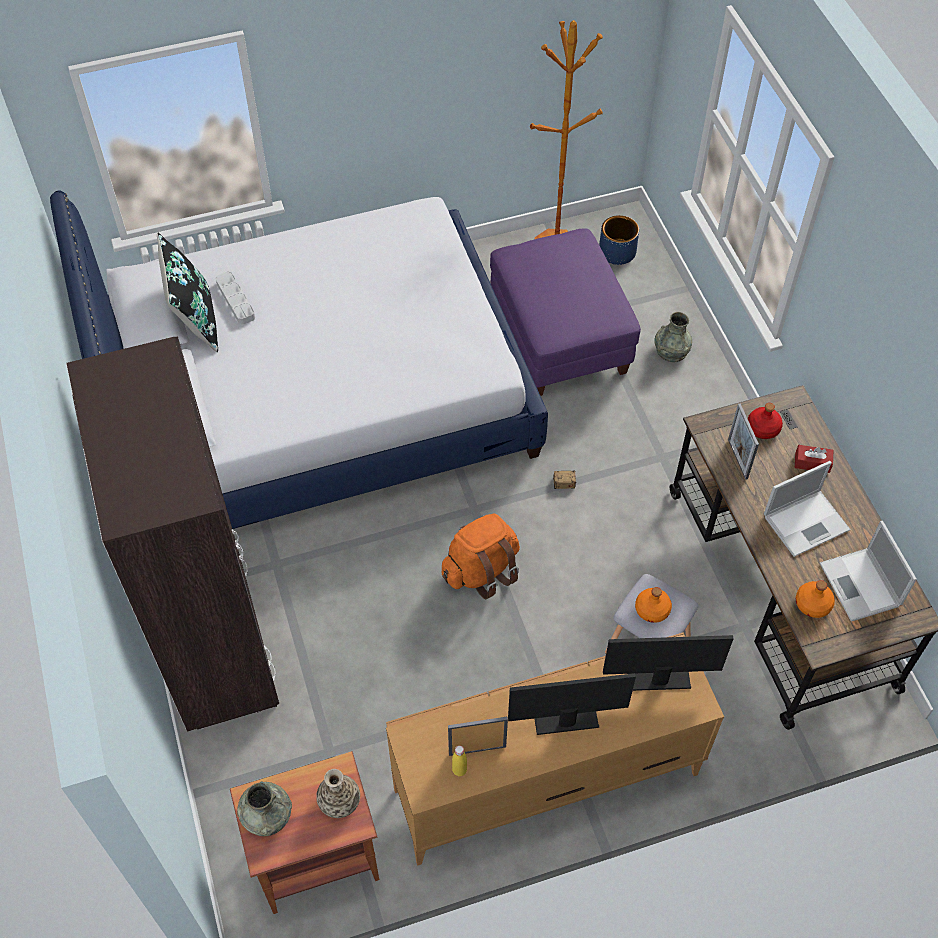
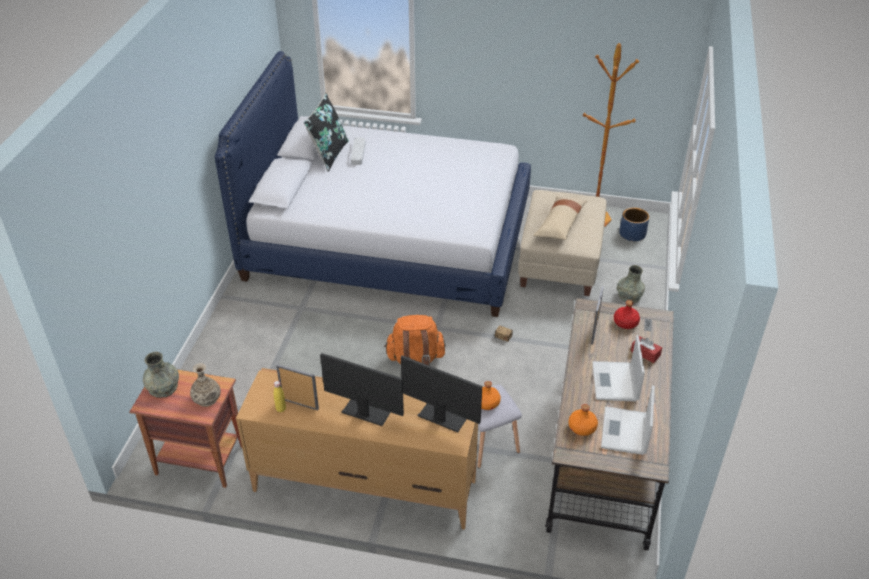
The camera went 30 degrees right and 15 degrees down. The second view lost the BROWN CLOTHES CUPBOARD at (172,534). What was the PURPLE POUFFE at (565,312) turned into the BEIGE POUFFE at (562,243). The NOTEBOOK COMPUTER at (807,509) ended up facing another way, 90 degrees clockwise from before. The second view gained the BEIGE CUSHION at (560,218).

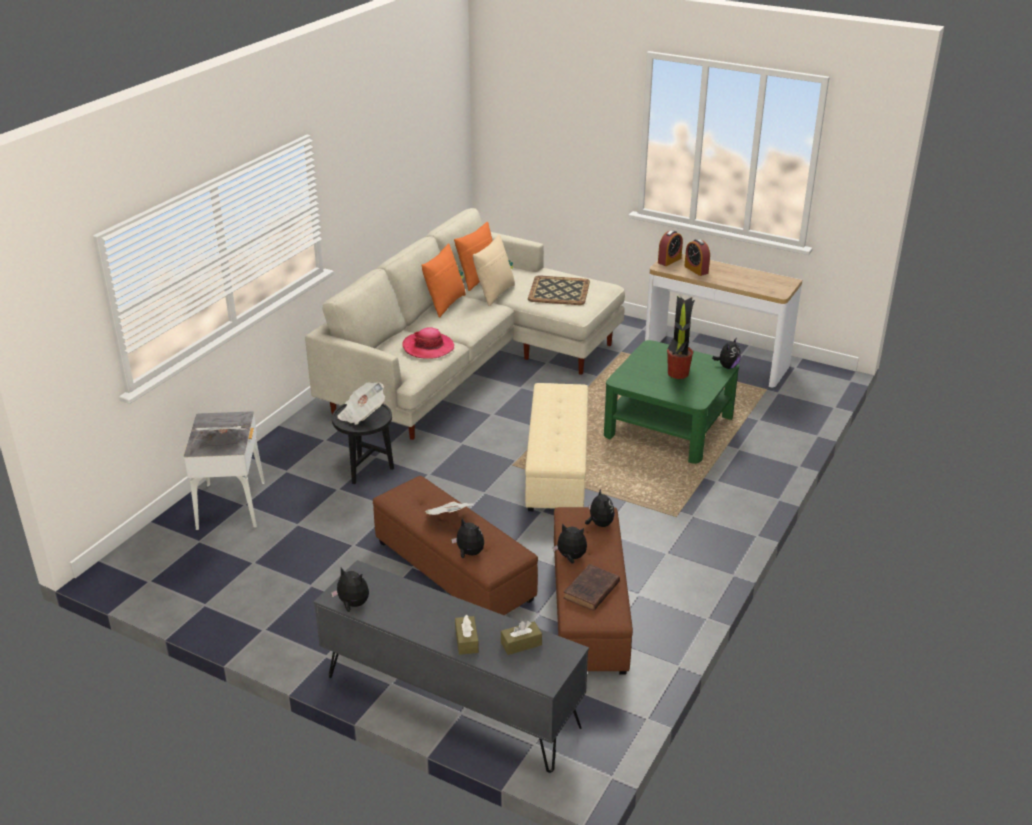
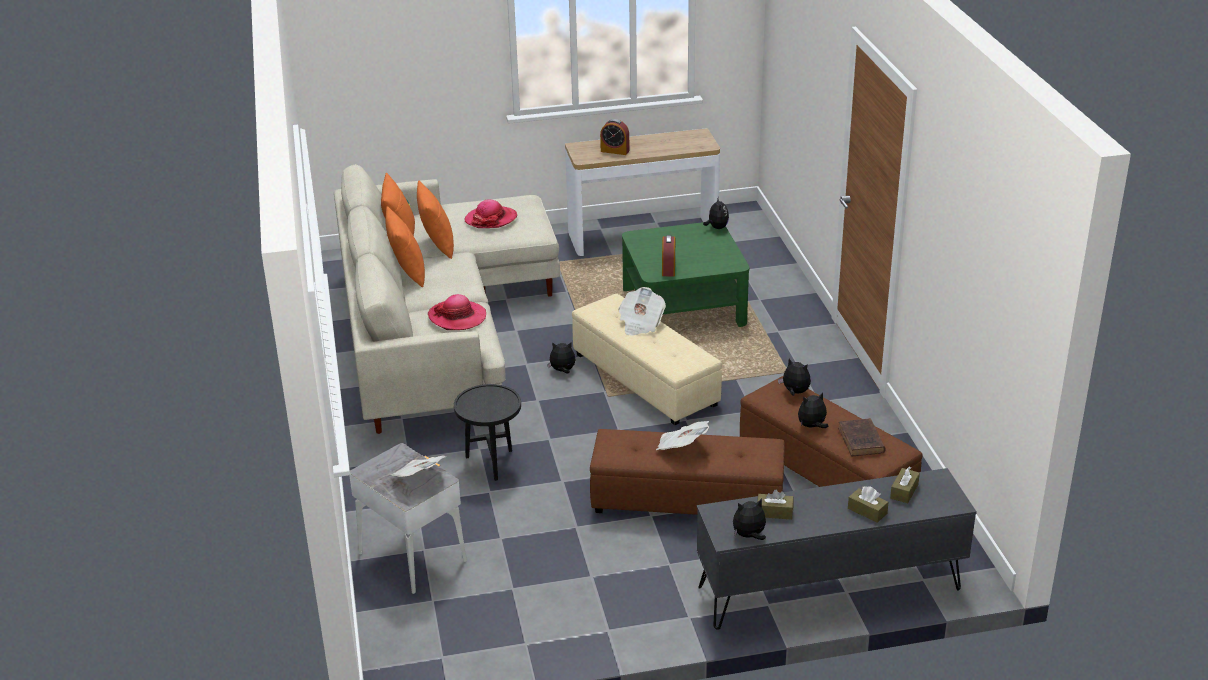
The camera went 40 degrees left and 0 degrees up. The DAILY PAPER ended up elsewhere, having gone from (361,403) to (642,311). The SOFT TOY ended up elsewhere, having gone from (467,538) to (561,358). What was the BEIGE CUSHION at (494,270) turned into the ORANGE-COLOURED CUSHION at (435,220). Where the SERVING TRAY stood at (559,290), the CLOTHING HAT came to stand at (490,213). The ALARM CLOCK ended up elsewhere, having gone from (670,248) to (668,255). The second view lost the POTTED PLANT at (681,337). The second view gained the BROWN TISSUE BOX at (775,505).

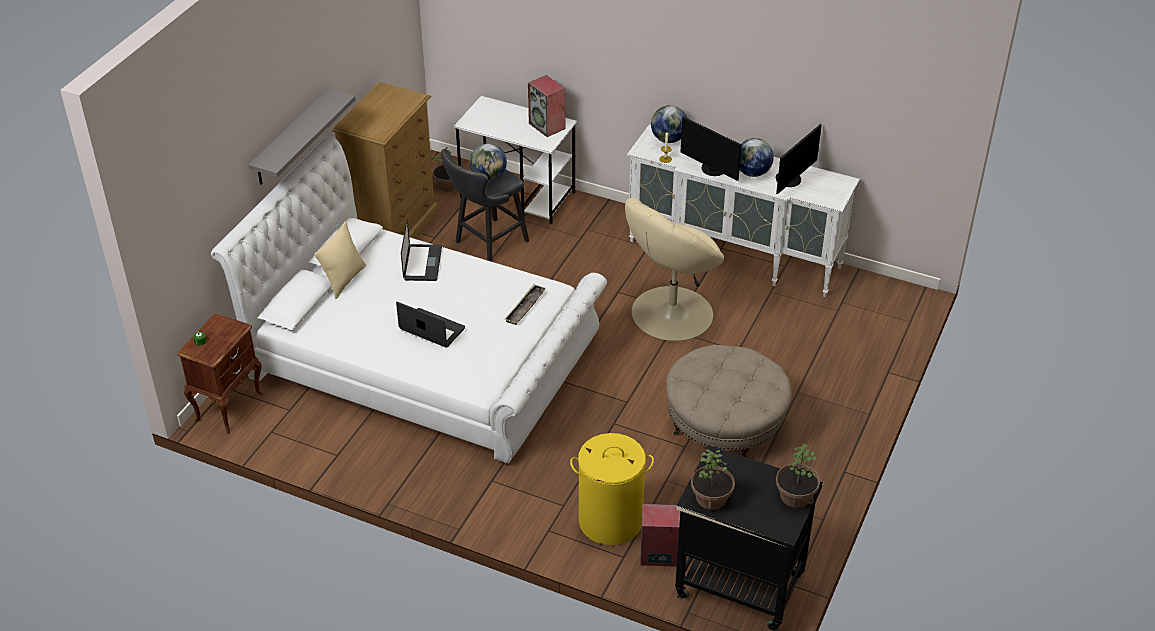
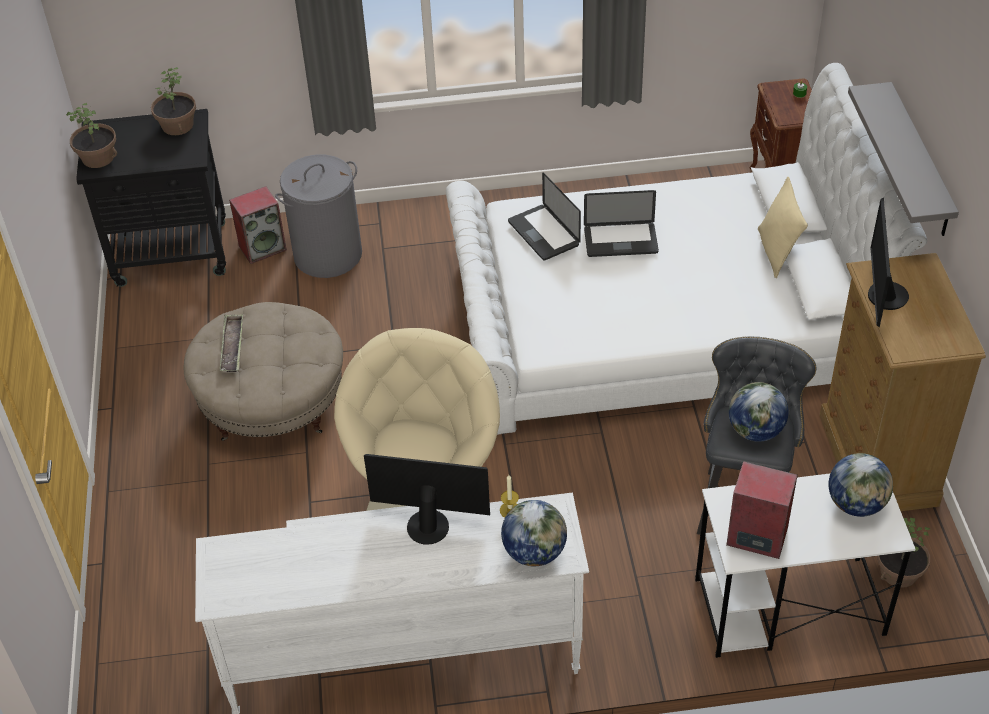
The camera went 150 degrees right and 5 degrees up. The NOTEBOOK COMPUTER ended up elsewhere, having gone from (421,250) to (544,217). The SERVING TRAY ended up elsewhere, having gone from (525,305) to (231,343). What was the YELLOW WASHING BASKET at (612,489) turned into the GREY WASHING BASKET at (318,216). The DESK GLOBE ended up elsewhere, having gone from (756,157) to (861,485). The COMPUTER DISPLAY ended up elsewhere, having gone from (799,159) to (888,262).

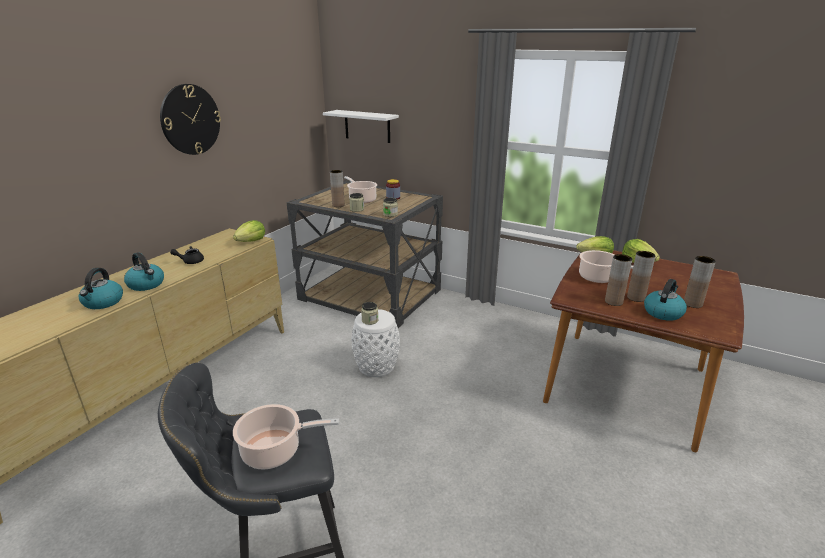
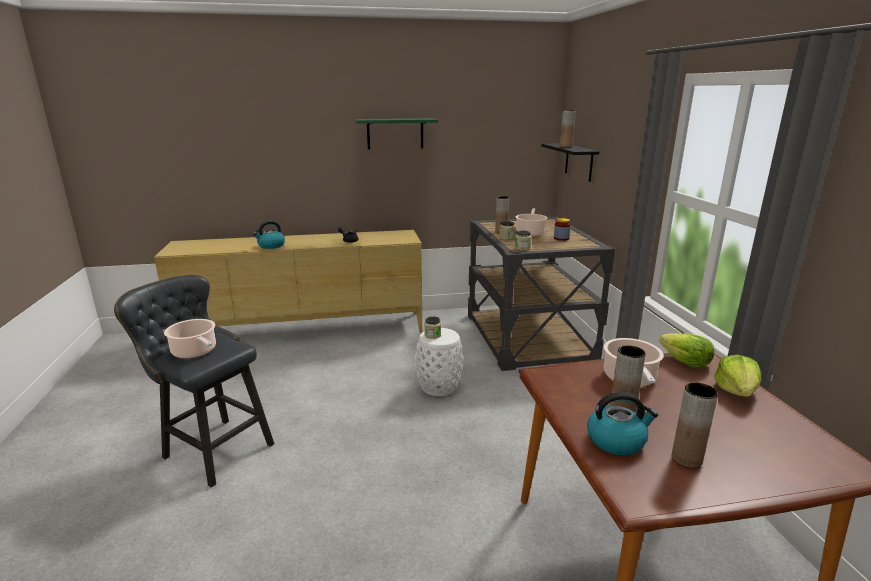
The camera went 50 degrees right and 5 degrees down. The second view lost the TEA KETTLE at (144,271). Where the CLOCK ON THE WALL hung at (190,119), the GREENISH SHELF came to hang at (396,133). The second view lost the LETTUCE HEAD at (249,231). What was the WHITE SHELF at (361,126) turned into the BLACKISH SHELF at (570,162). The BROWN VASE ended up elsewhere, having gone from (618,280) to (568,129).

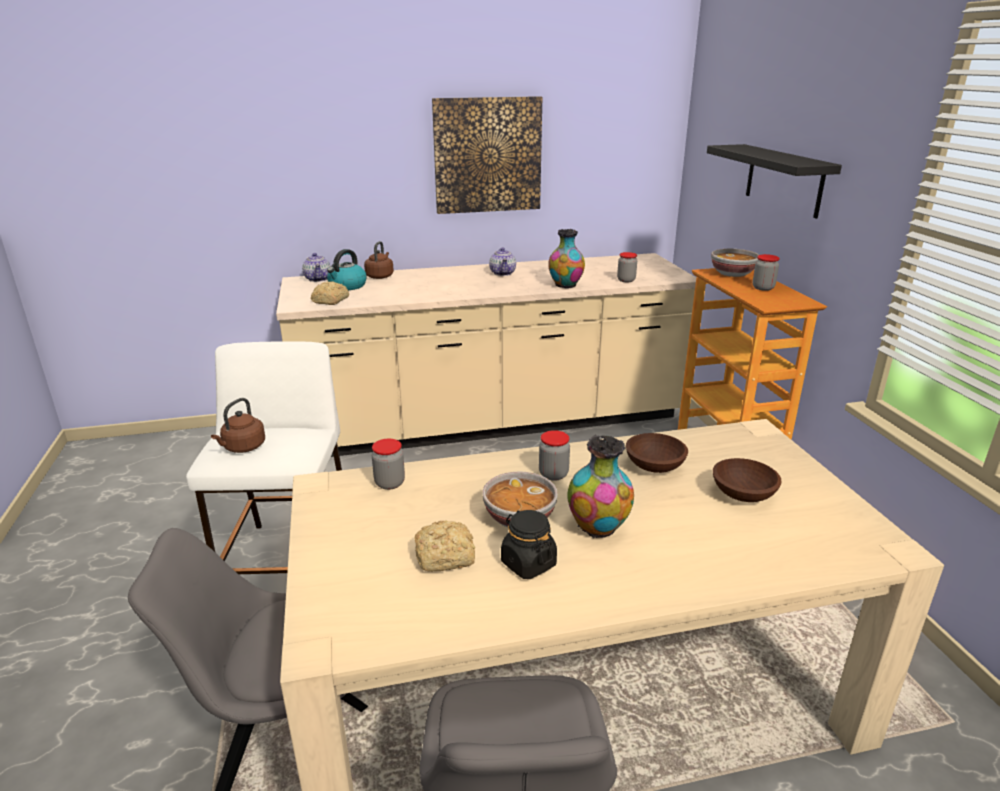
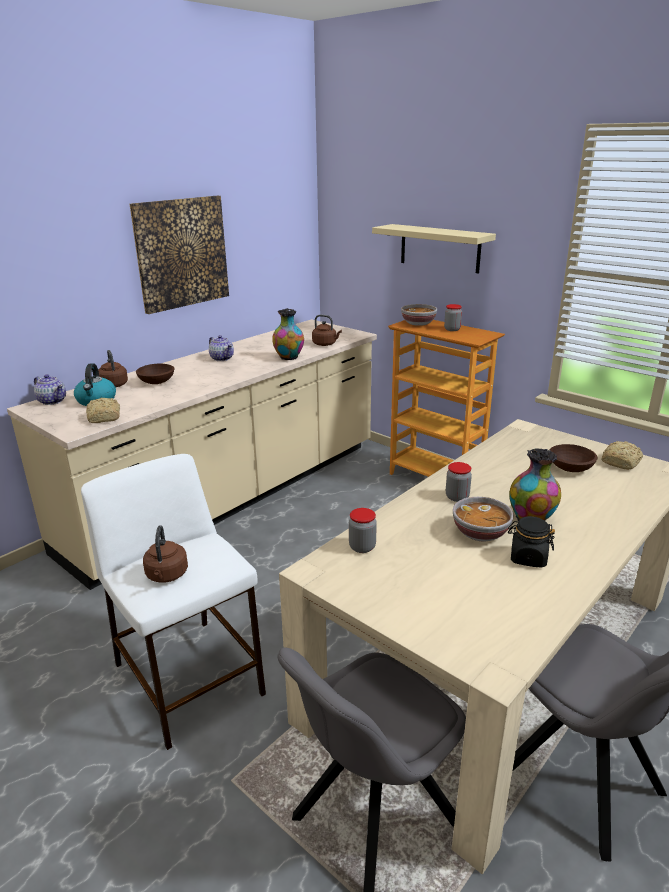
The camera went 35 degrees left and 0 degrees up. The BREAD ended up elsewhere, having gone from (445,546) to (622,455). Where the PRESERVE JAR stood at (627,267), the BROWN TEA KETTLE came to stand at (327,330). The BROWN SERVING BOWL ended up elsewhere, having gone from (657,453) to (155,374). What was the BLACKISH SHELF at (774,181) turned into the BEIGE SHELF at (434,249).

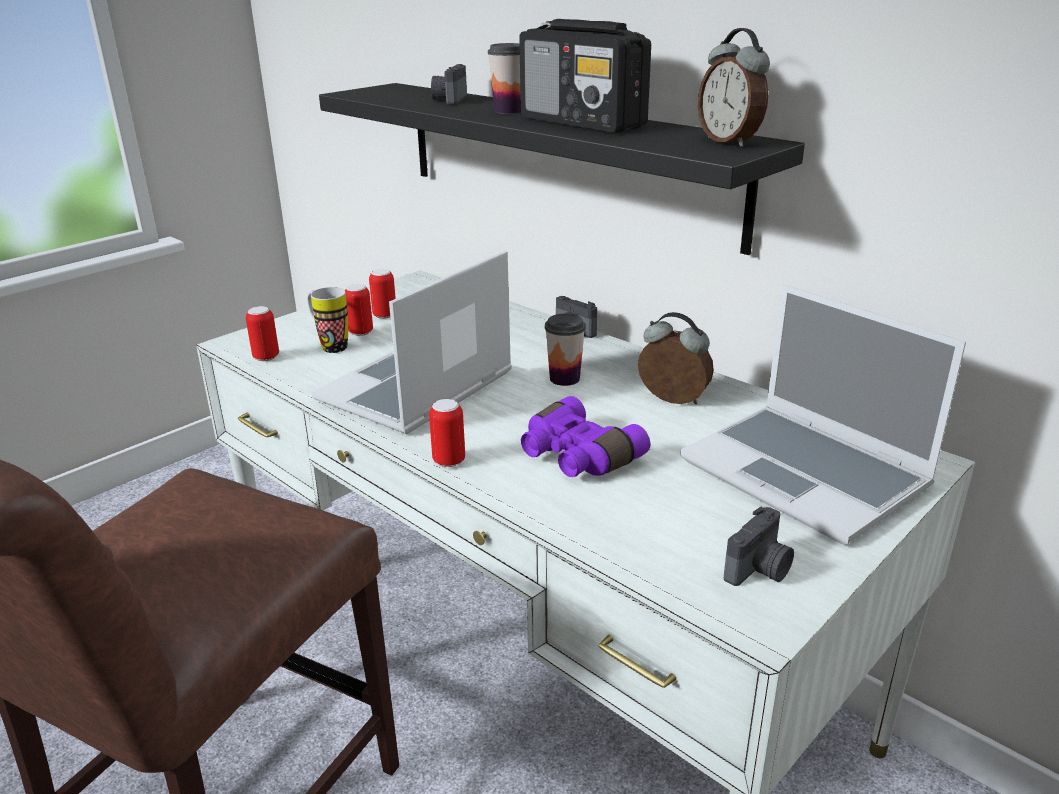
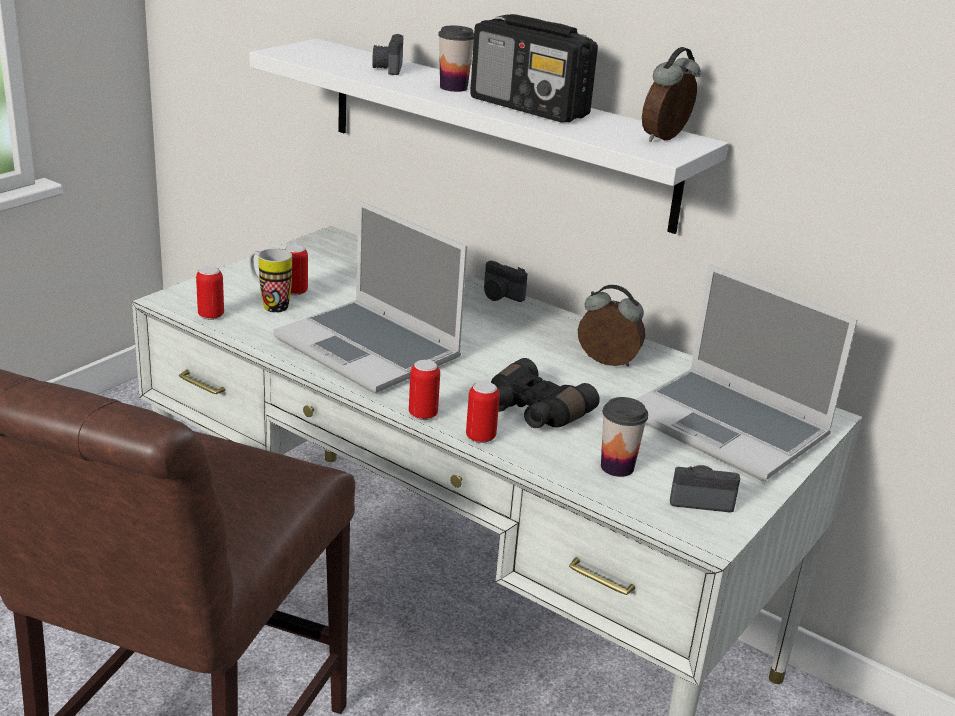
The camera went 10 degrees left and 0 degrees up. The NOTEBOOK COMPUTER at (412,342) ended up facing another way, 75 degrees counterclockwise from before. What was the BLACKISH SHELF at (562,169) turned into the WHITE SHELF at (488,136). The SEALED CAN ended up elsewhere, having gone from (382,294) to (483,412). What was the PURPLE FIELD GLASSES at (585,436) turned into the BLACKISH FIELD GLASSES at (545,393). The DRINKING CUP ended up elsewhere, having gone from (565,350) to (624,437). The ALARM CLOCK at (734,87) ended up facing another way, 75 degrees clockwise from before. The STILL CAMERA at (759,546) ended up facing another way, 120 degrees counterclockwise from before.

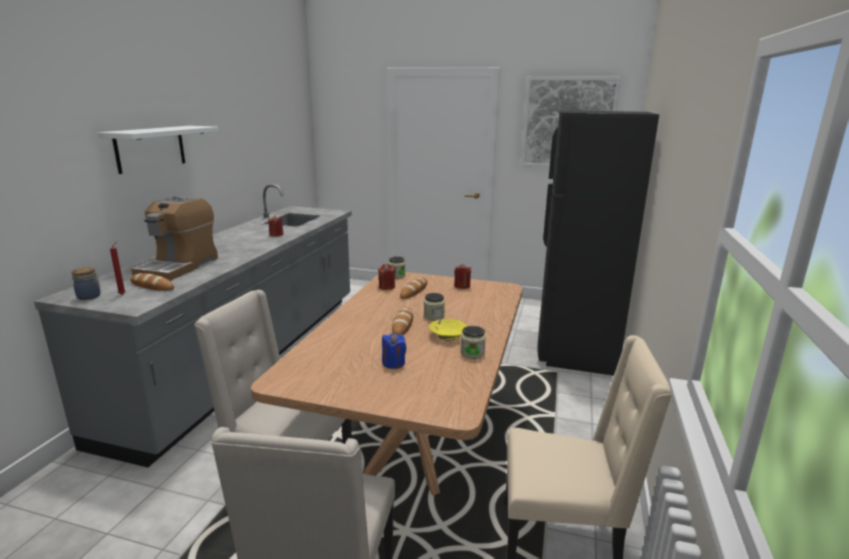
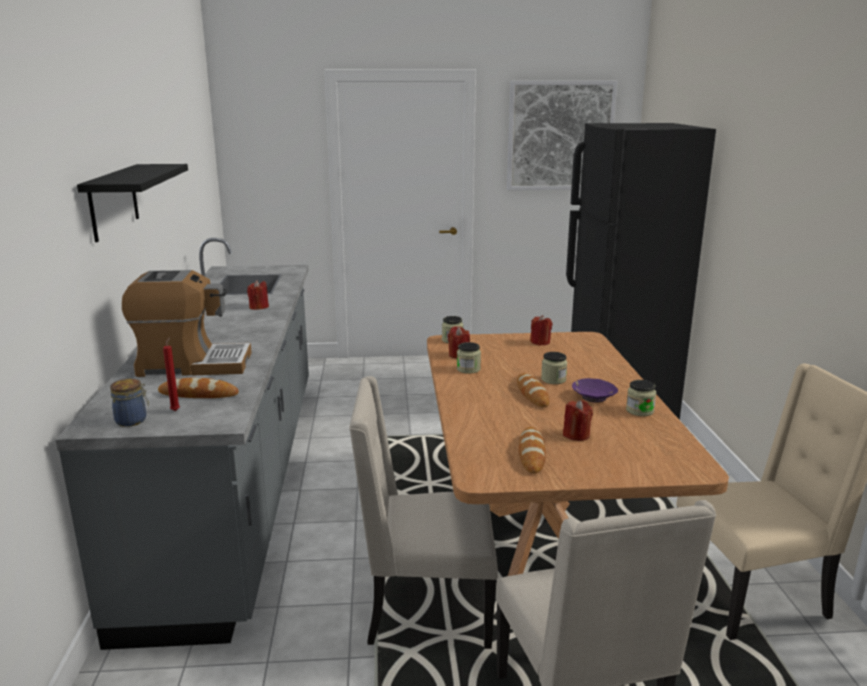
The camera went 20 degrees left and 0 degrees up. What was the WHITE SHELF at (158,150) turned into the BLACKISH SHELF at (132,203). The COFFEE BREWER at (174,238) ended up facing another way, 90 degrees counterclockwise from before. What was the BLUE WAX CANDLE at (394,351) turned into the RED WAX CANDLE at (578,420). The BREAD ended up elsewhere, having gone from (413,288) to (532,450). What was the YELLOW SERVING BOWL at (448,330) turned into the PURPLE SERVING BOWL at (595,390). The second view gained the PRESERVE JAR at (469,358).

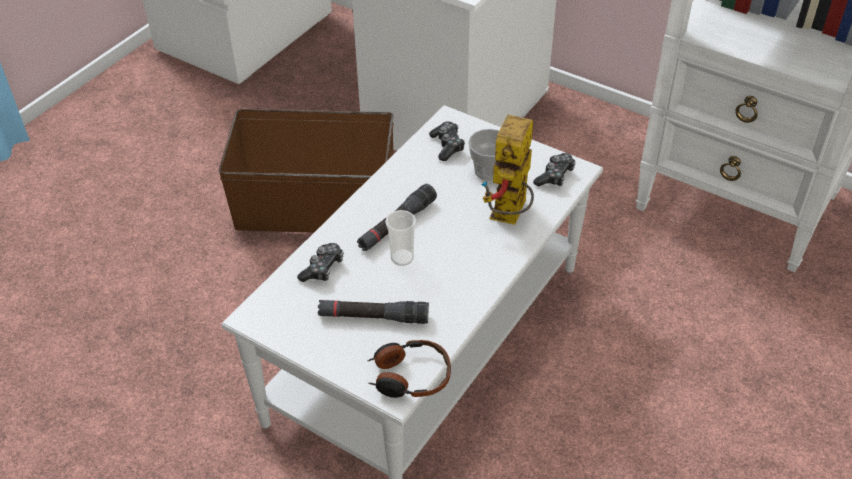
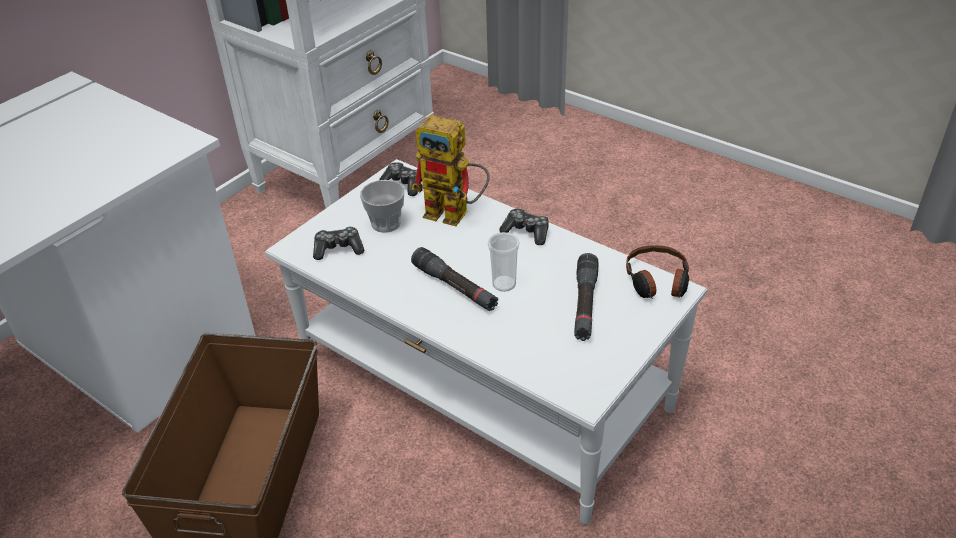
The camera went 85 degrees left and 5 degrees down. The GAMEPAD ended up elsewhere, having gone from (320,262) to (524,226).

